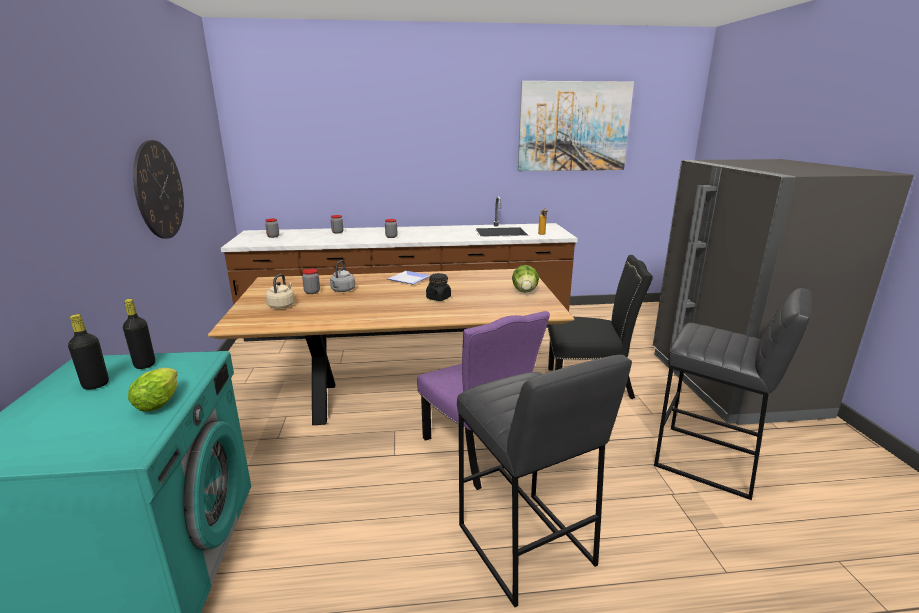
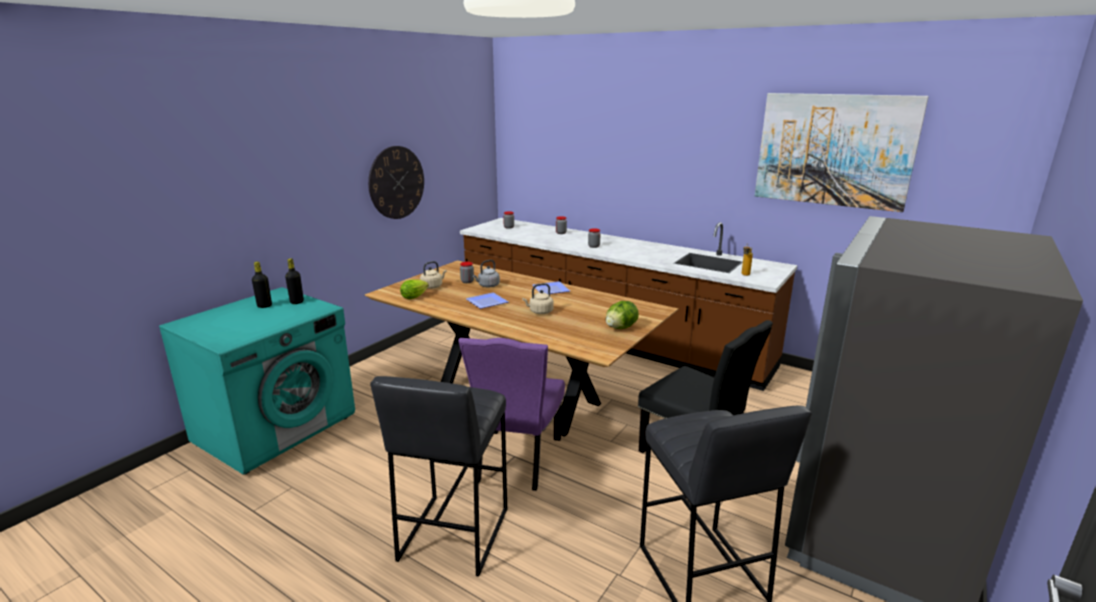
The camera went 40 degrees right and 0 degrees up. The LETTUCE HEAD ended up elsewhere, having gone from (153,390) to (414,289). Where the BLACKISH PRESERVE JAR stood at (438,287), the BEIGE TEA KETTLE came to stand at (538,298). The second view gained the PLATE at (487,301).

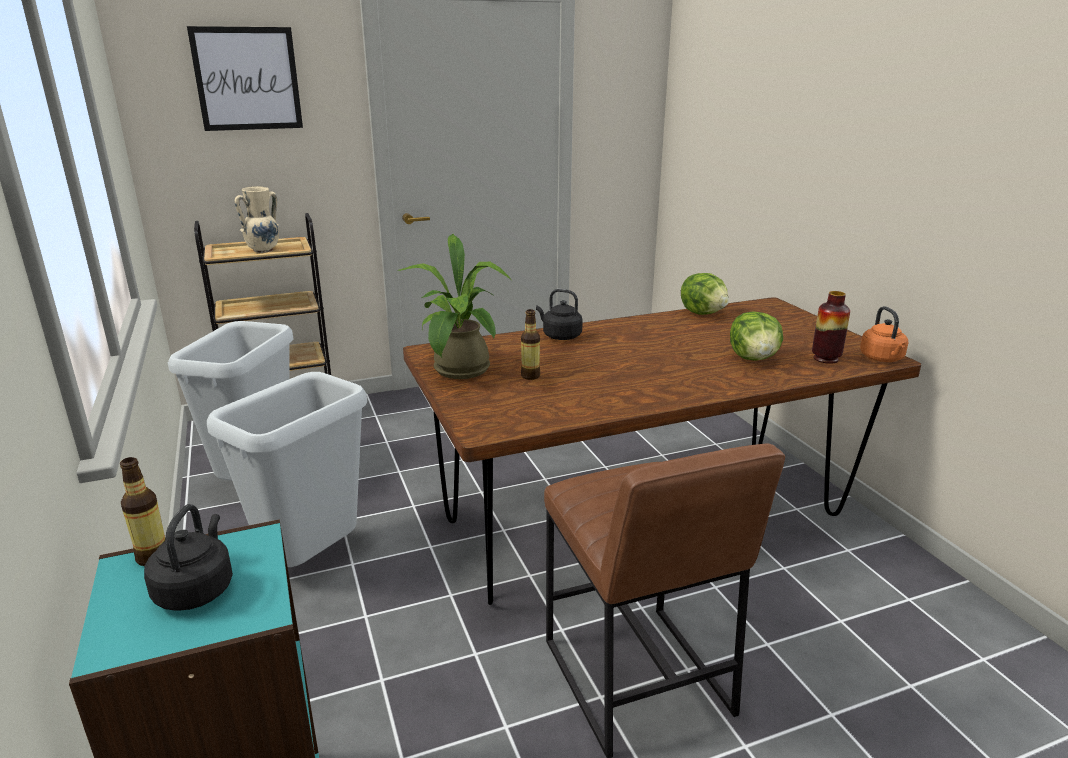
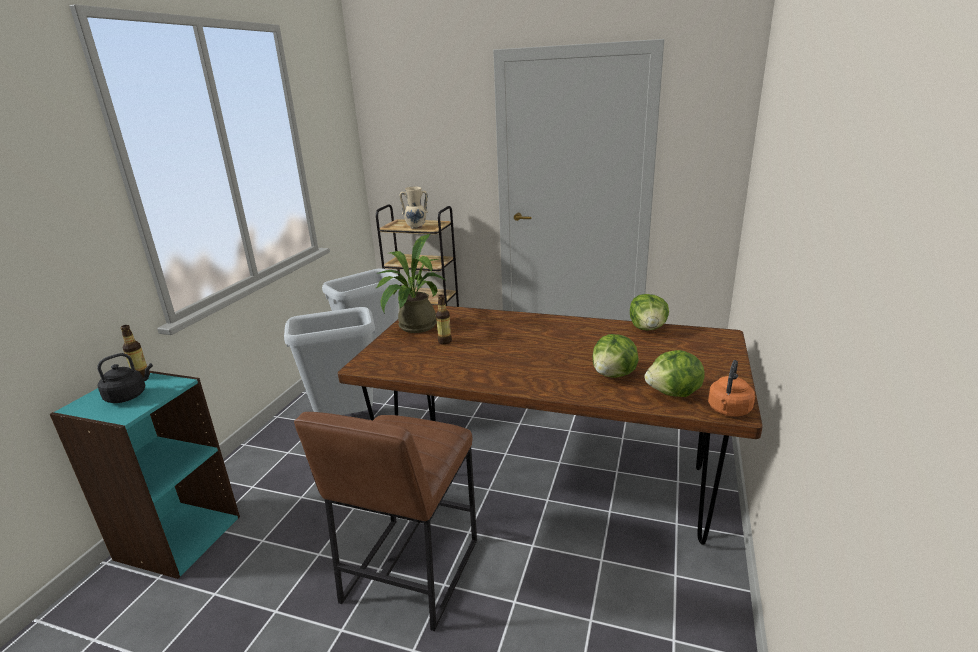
The camera went 40 degrees right and 0 degrees up. The second view lost the WALL PICTURE at (245,78). The second view lost the BLACKISH TEA KETTLE at (559,314). Where the VASE stood at (831,327), the LETTUCE HEAD came to stand at (675,373).

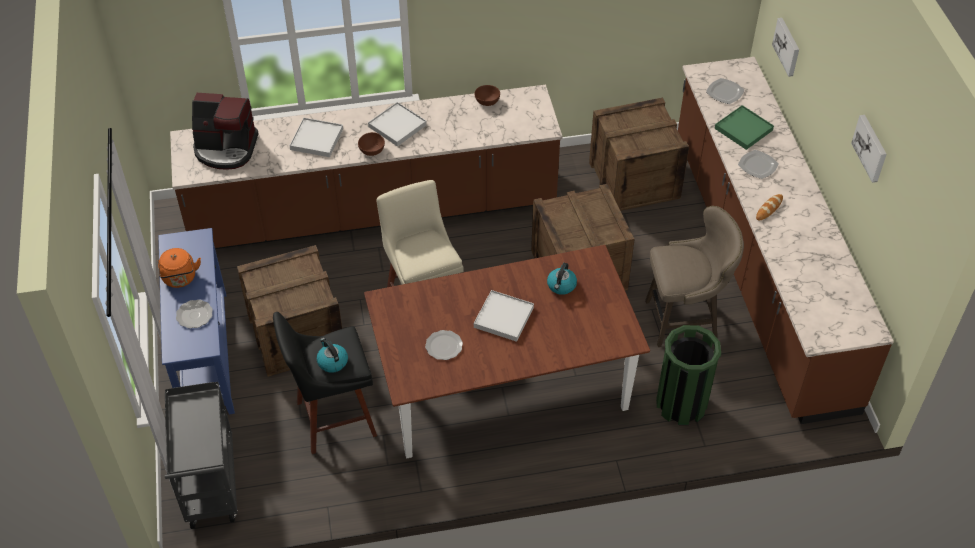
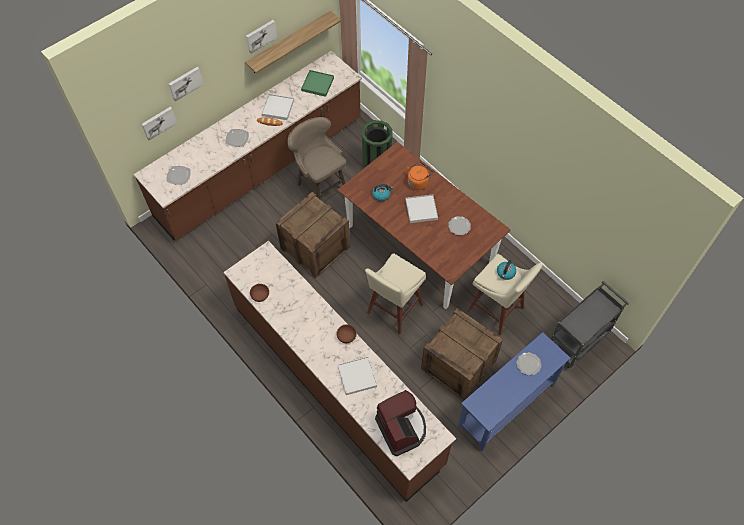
The camera went 120 degrees left and 10 degrees up. The ORANGE-COLOURED TEA KETTLE ended up elsewhere, having gone from (179,268) to (420,175). What was the BLACKISH STOOL SEAT at (325,383) turned into the BEIGE STOOL SEAT at (505,295). The WHITE SERVING TRAY ended up elsewhere, having gone from (397,124) to (277,107). The second view lost the CRATE at (639,154). The GREENISH SERVING TRAY ended up elsewhere, having gone from (744,127) to (317,83). The second view gained the WALL PICTURE at (186,84). The second view gained the SHELF at (293,42).

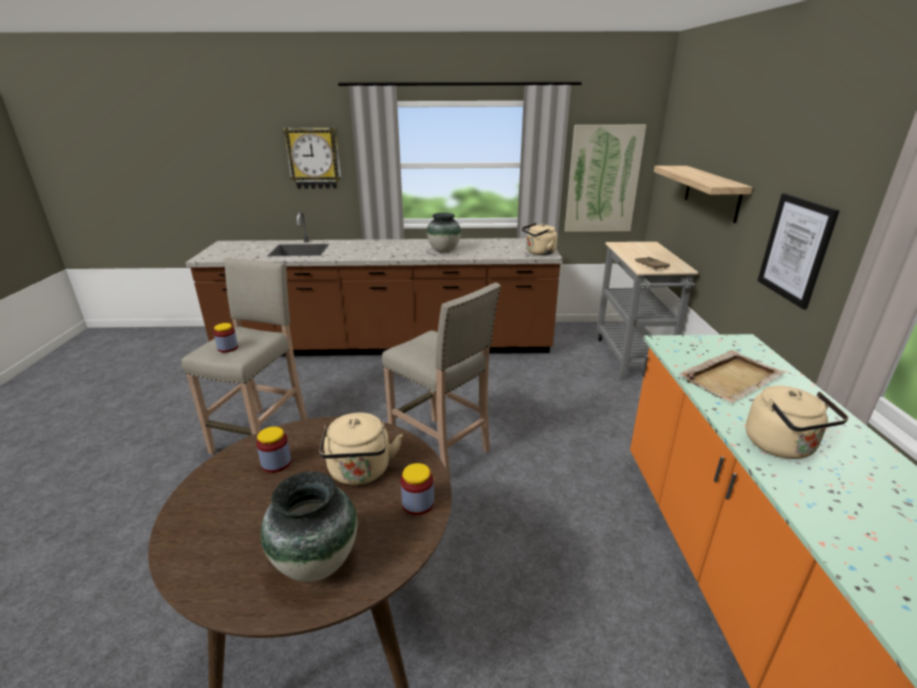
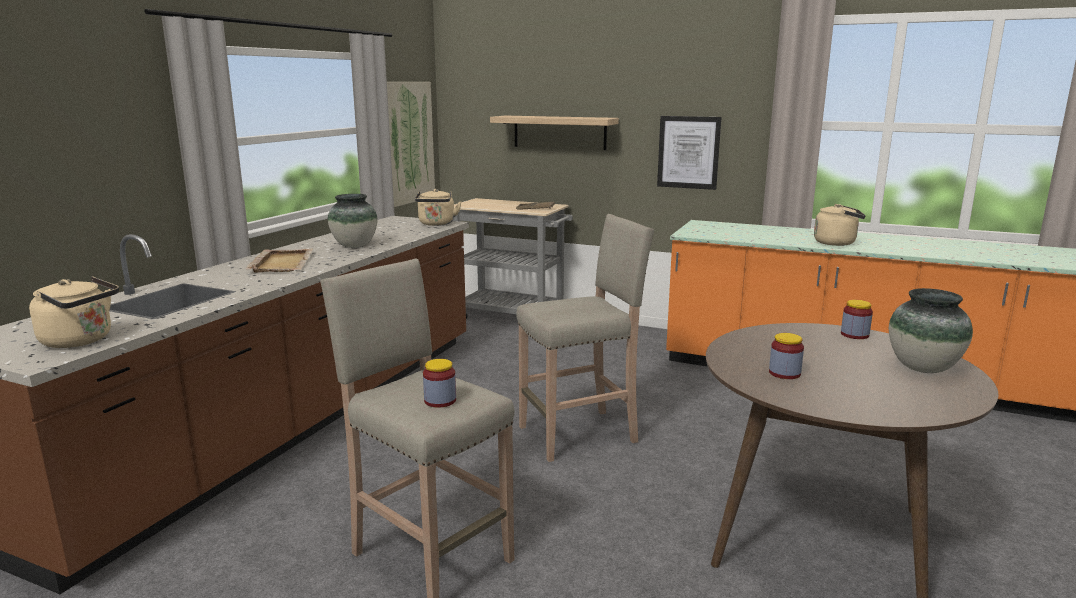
The camera went 65 degrees left and 10 degrees down. The second view lost the CLOCK ON THE WALL at (312,158). The BEIGE TEA KETTLE ended up elsewhere, having gone from (361,449) to (74,312). The BEIGE SERVING TRAY ended up elsewhere, having gone from (732,376) to (279,260).

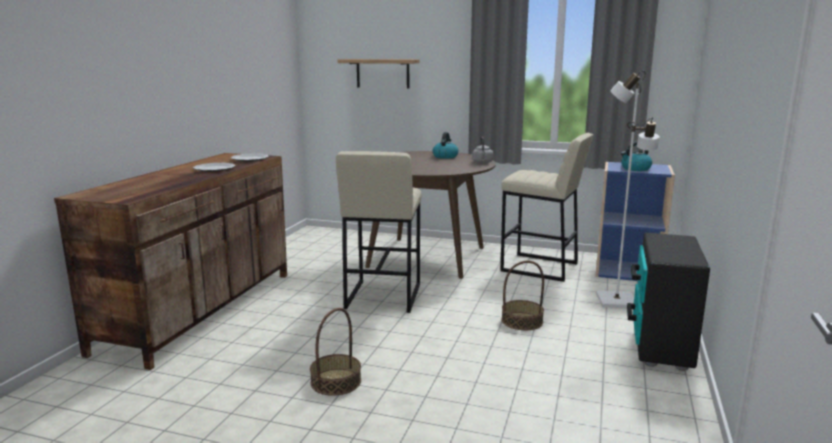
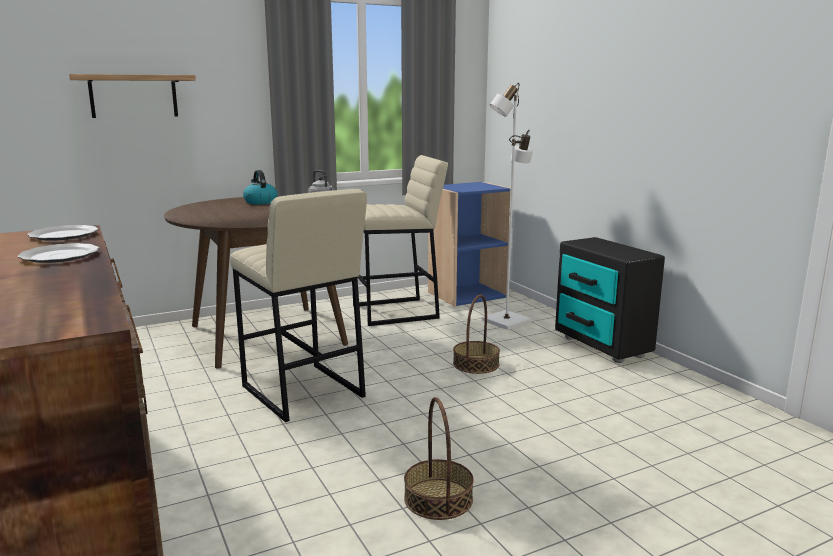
The camera went 45 degrees left and 0 degrees up. The second view lost the TEA KETTLE at (636,156).

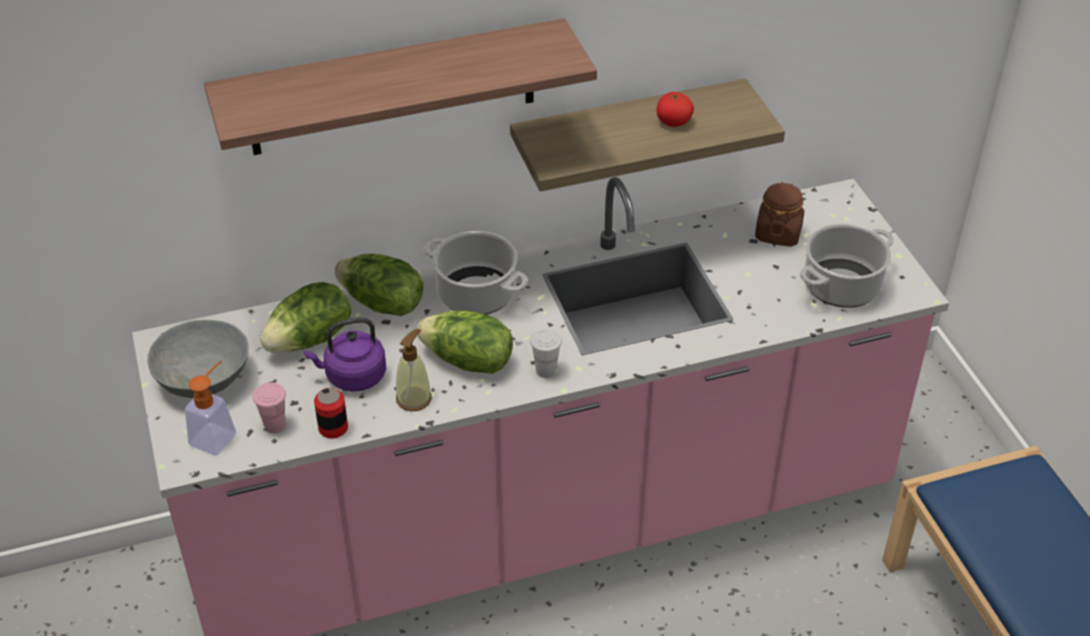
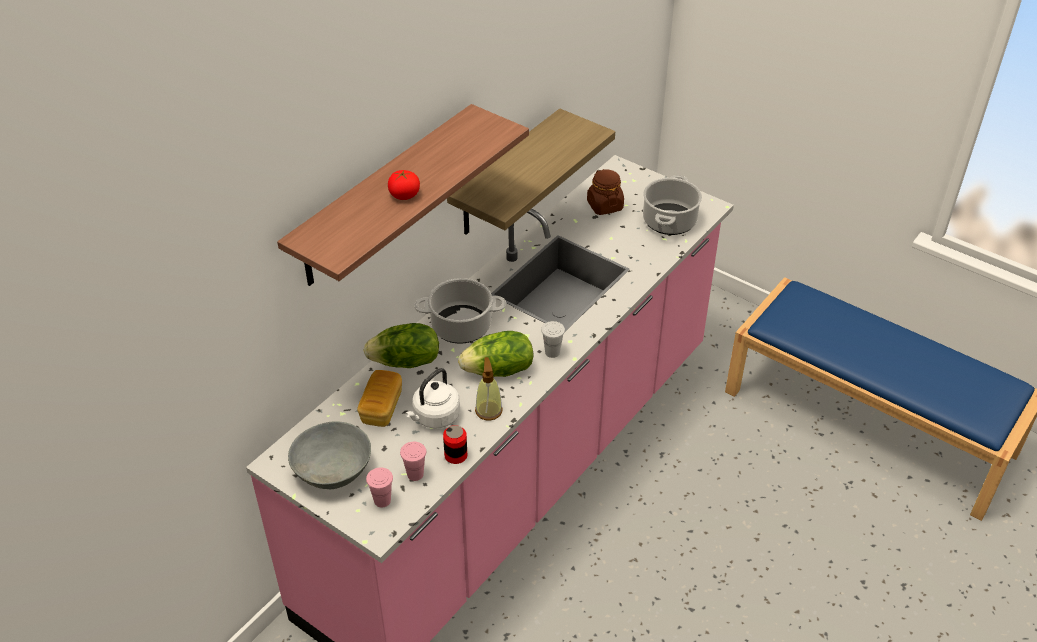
The camera went 35 degrees left and 0 degrees up. Where the SOAP BOTTLE stood at (210,408), the PINK DRINKING CUP came to stand at (379,487). Where the LETTUCE HEAD stood at (305,317), the BREAD came to stand at (379,398). What was the PURPLE TEA KETTLE at (345,354) turned into the WHITE TEA KETTLE at (432,398). The FRESH TOMATO ended up elsewhere, having gone from (675,109) to (404,185).

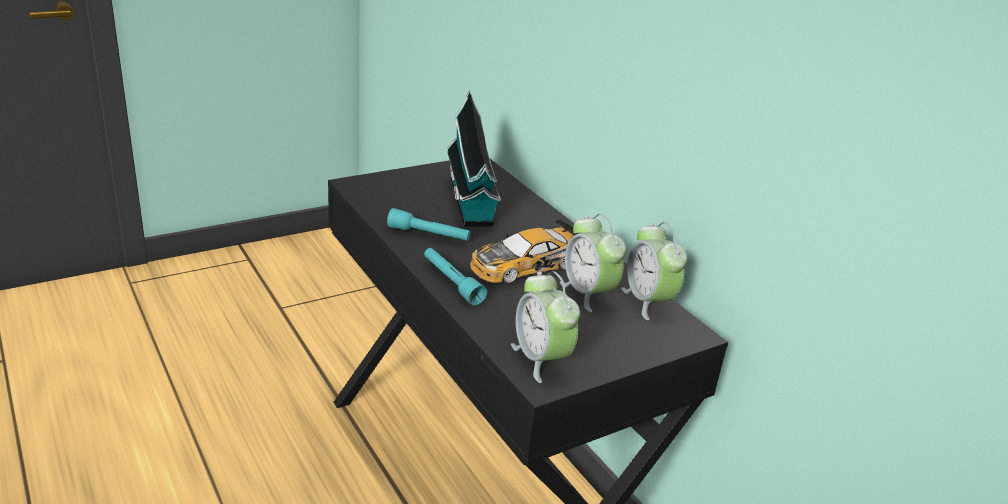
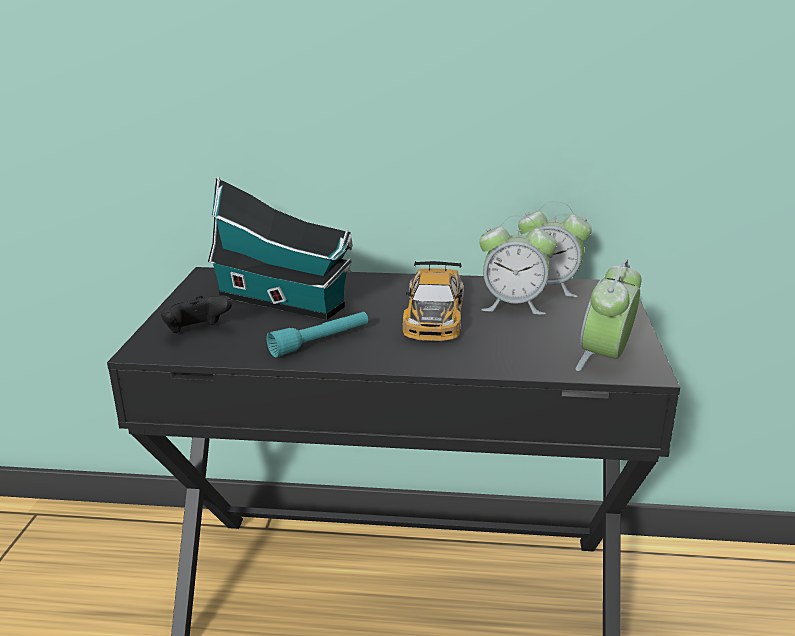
The camera went 50 degrees left and 5 degrees down. The second view lost the TURQUOISE-COLOURED TORCH at (455,277). The ALARM CLOCK at (545,327) ended up facing another way, 105 degrees clockwise from before. The second view gained the BLACKISH GAMEPAD at (196,314).

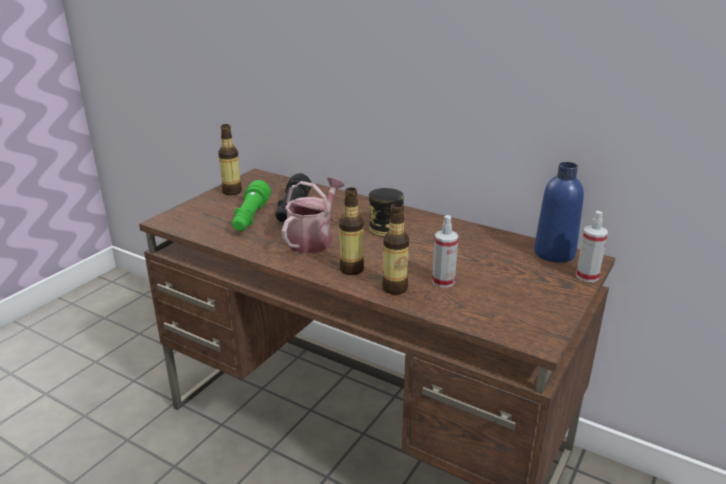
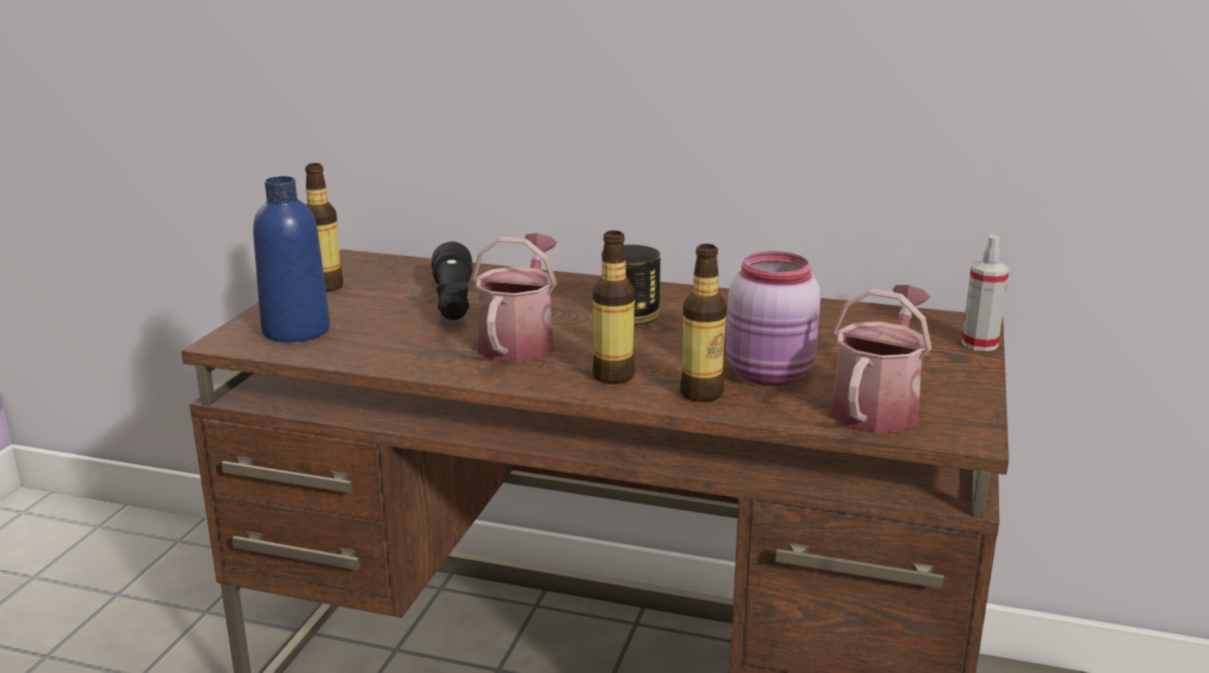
The camera went 15 degrees left and 5 degrees down. The second view lost the GREENISH TORCH at (251,205). Where the SPRAYER stood at (445,251), the PINK PRESERVE JAR came to stand at (773,318). The BLUE DRINK BOTTLE ended up elsewhere, having gone from (559,212) to (291,259). The second view gained the SPRINKLING CAN at (881,358).

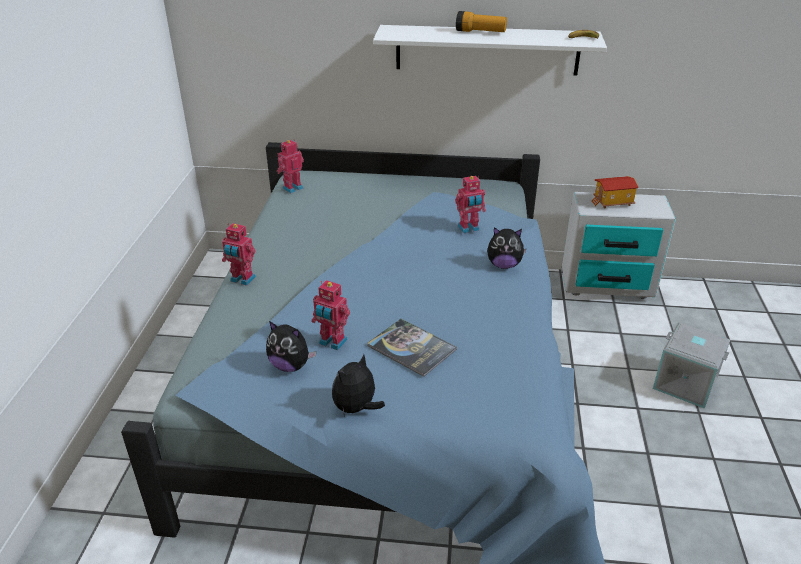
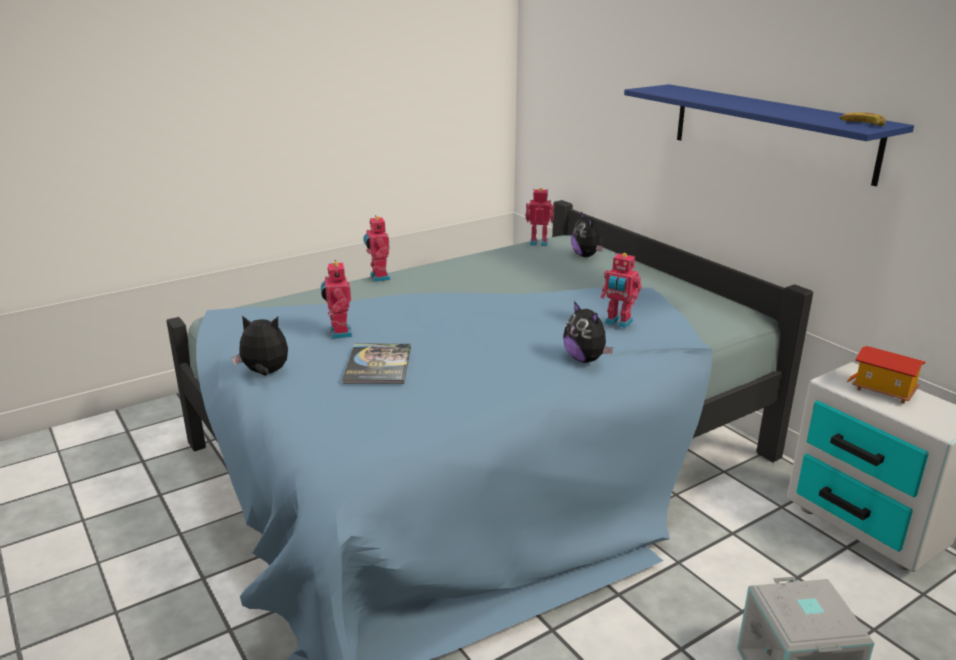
The camera went 50 degrees right and 10 degrees down. The SOFT TOY ended up elsewhere, having gone from (291,346) to (587,234). What was the WHITE SHELF at (490,50) turned into the BLUE SHELF at (769,135). The second view lost the TORCH at (481,21).

